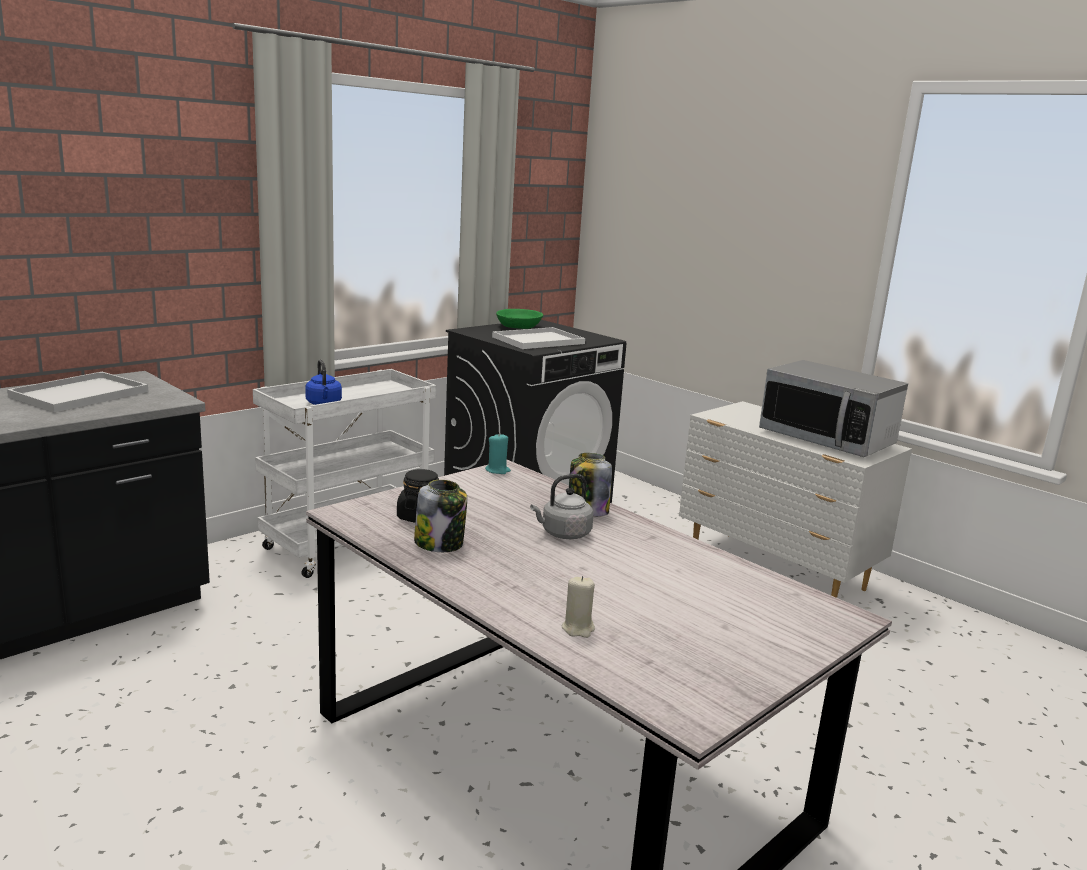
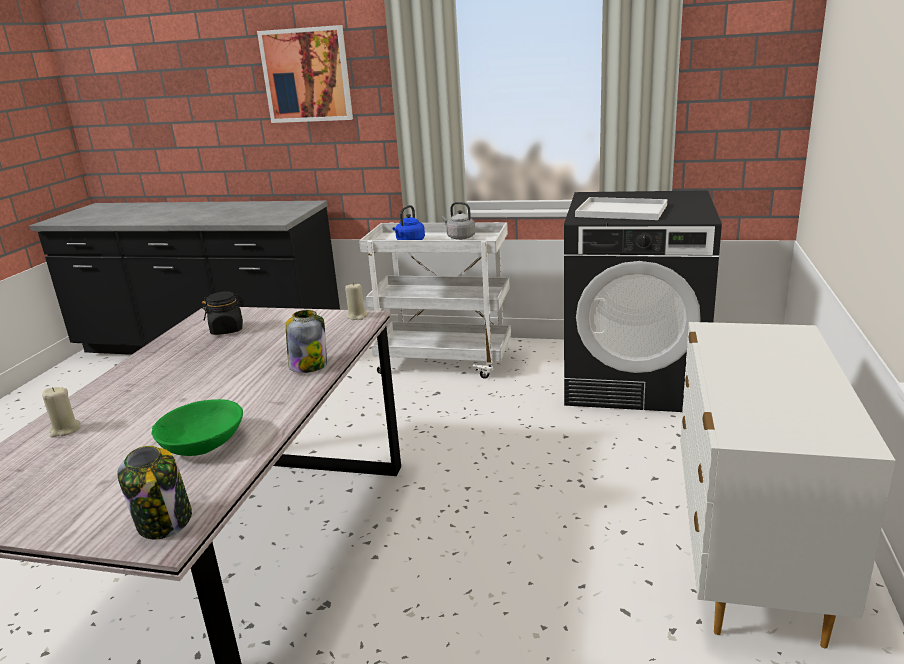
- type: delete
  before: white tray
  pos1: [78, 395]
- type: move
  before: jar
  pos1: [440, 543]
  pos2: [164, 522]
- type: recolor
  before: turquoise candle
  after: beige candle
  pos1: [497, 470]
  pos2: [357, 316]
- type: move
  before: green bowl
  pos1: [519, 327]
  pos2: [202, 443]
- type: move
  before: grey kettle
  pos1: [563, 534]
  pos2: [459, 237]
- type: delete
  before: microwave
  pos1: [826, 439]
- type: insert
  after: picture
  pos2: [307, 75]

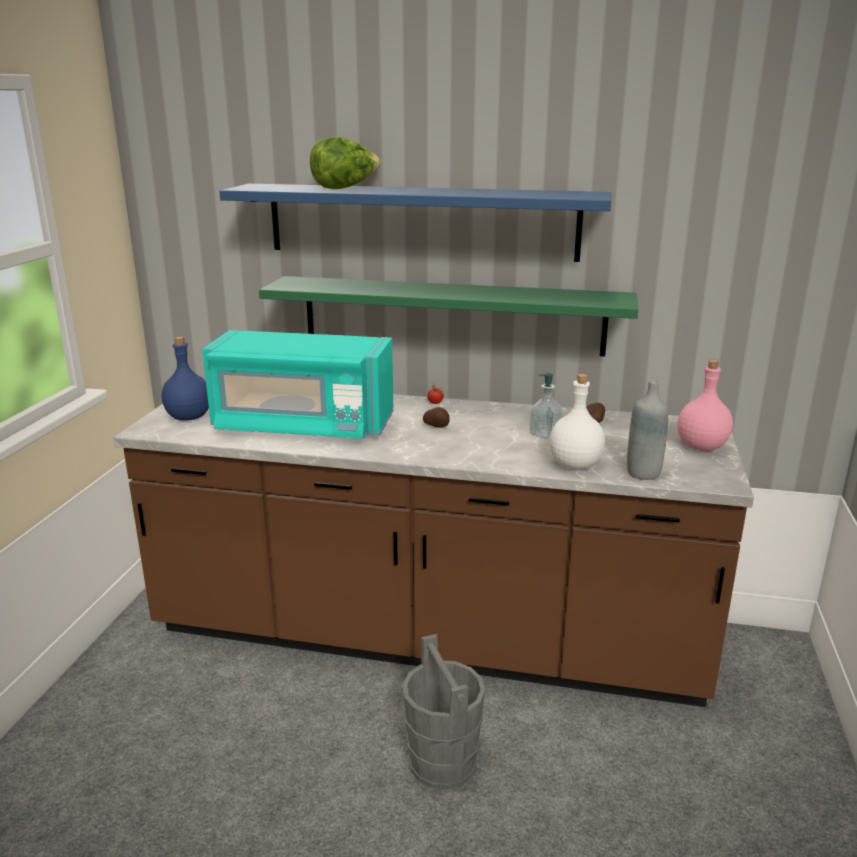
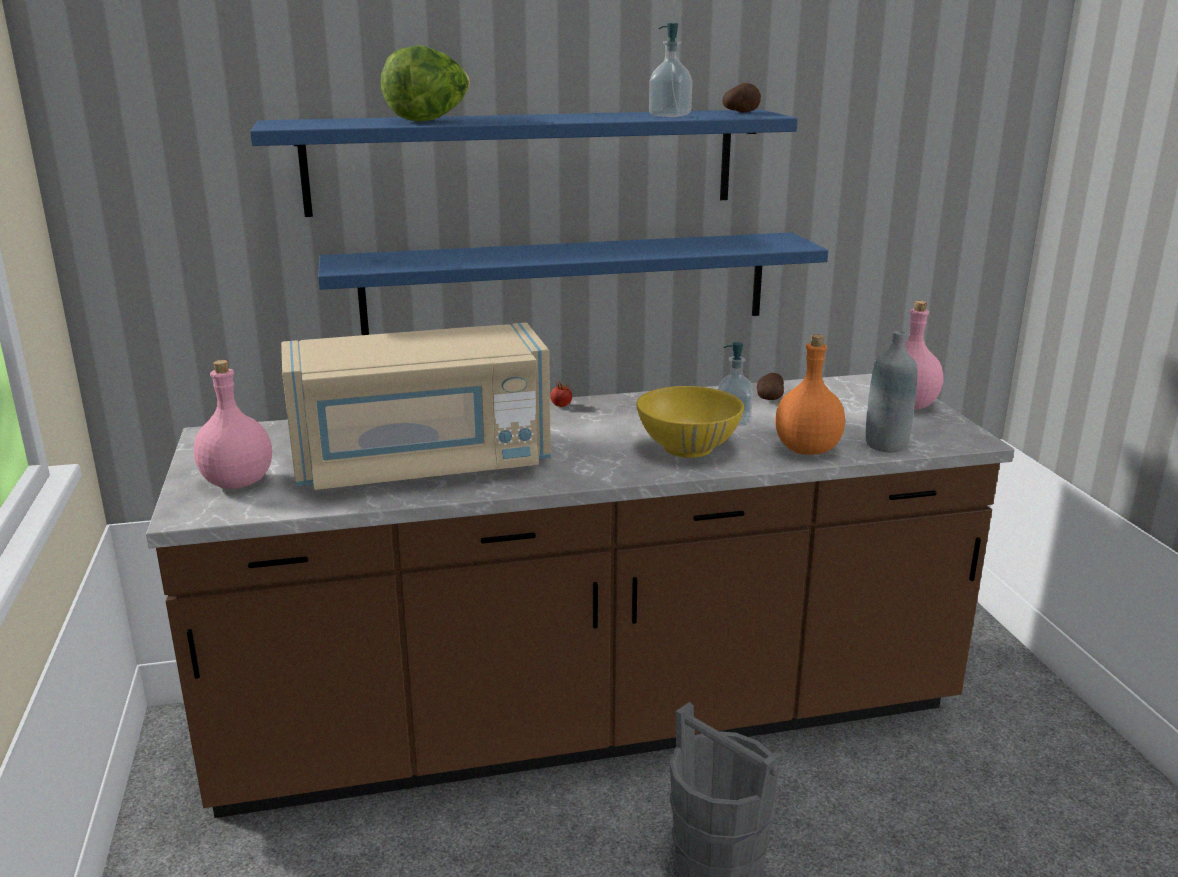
- type: recolor
  before: blue bottle
  after: pink bottle
  pos1: [188, 417]
  pos2: [237, 483]
- type: recolor
  before: turquoise microwave
  after: beige microwave
  pos1: [302, 426]
  pos2: [422, 465]
- type: recolor
  before: green shelf
  after: blue shelf
  pos1: [452, 315]
  pos2: [567, 285]
- type: move
  before: potato
  pos1: [436, 426]
  pos2: [740, 112]
- type: recolor
  before: white bottle
  after: orange bottle
  pos1: [576, 465]
  pos2: [808, 450]
- type: insert
  after: yellow bowl
  pos2: [687, 448]
- type: insert
  after: soap dispenser
  pos2: [669, 115]

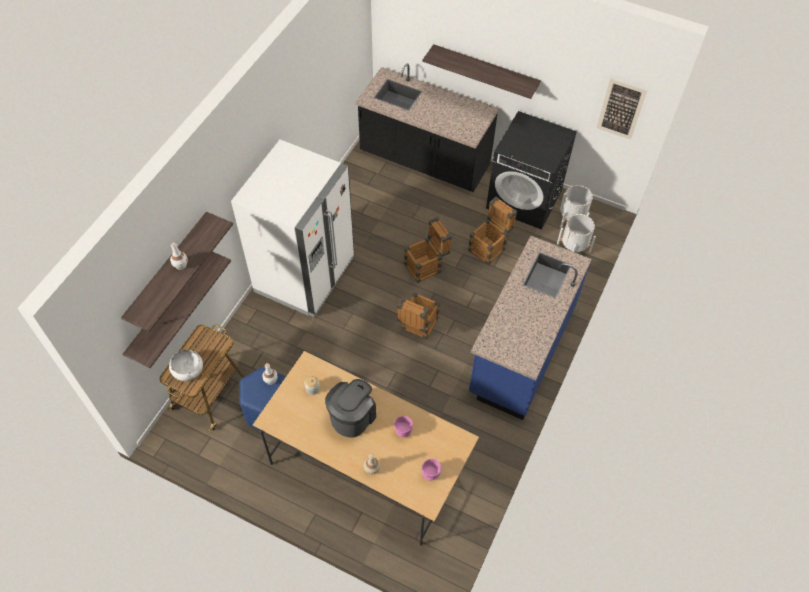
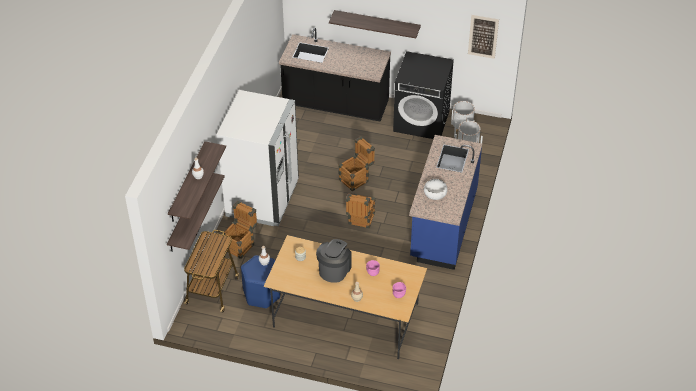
- type: move
  before: white bowl
  pos1: [188, 369]
  pos2: [435, 193]
- type: move
  before: crate
  pos1: [489, 247]
  pos2: [241, 244]

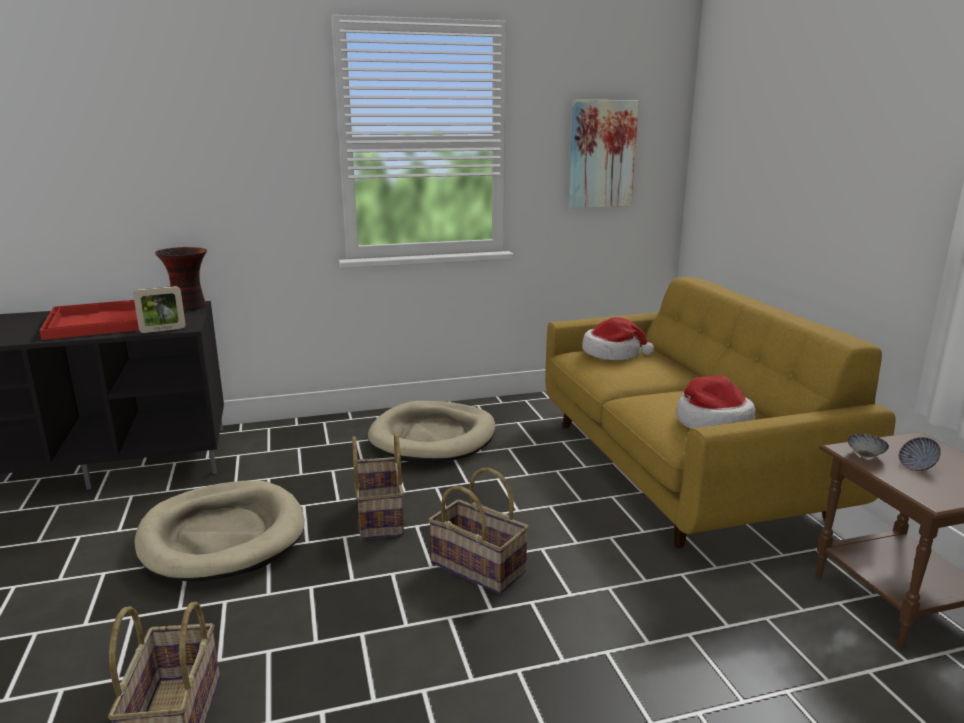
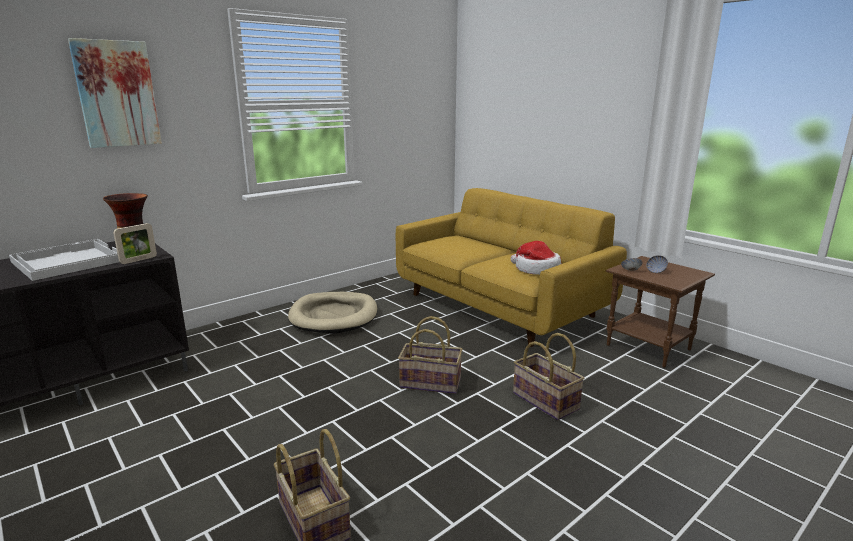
- type: recolor
  before: red tray
  after: white tray
  pos1: [100, 321]
  pos2: [67, 261]
- type: delete
  before: beige dog bed
  pos1: [222, 536]
- type: move
  before: basket
  pos1: [378, 517]
  pos2: [544, 401]
- type: move
  before: picture
  pos1: [601, 154]
  pos2: [117, 94]
- type: delete
  before: hat
  pos1: [613, 353]

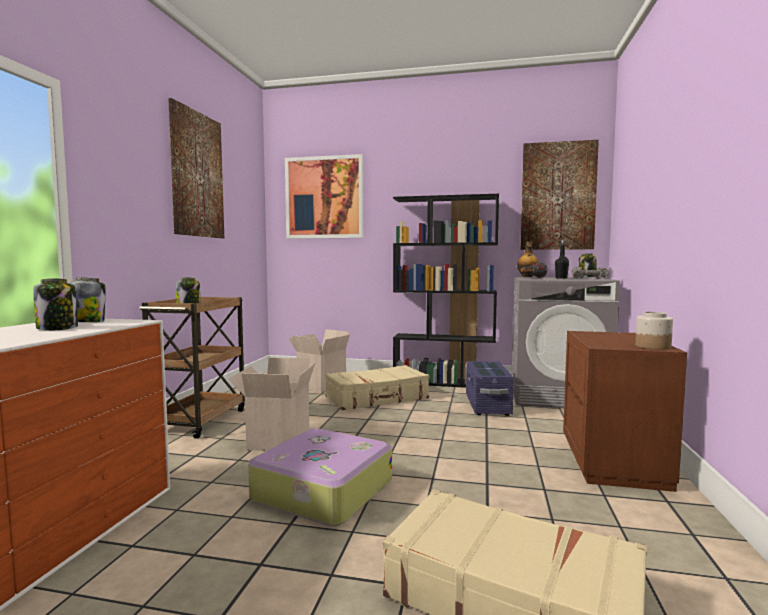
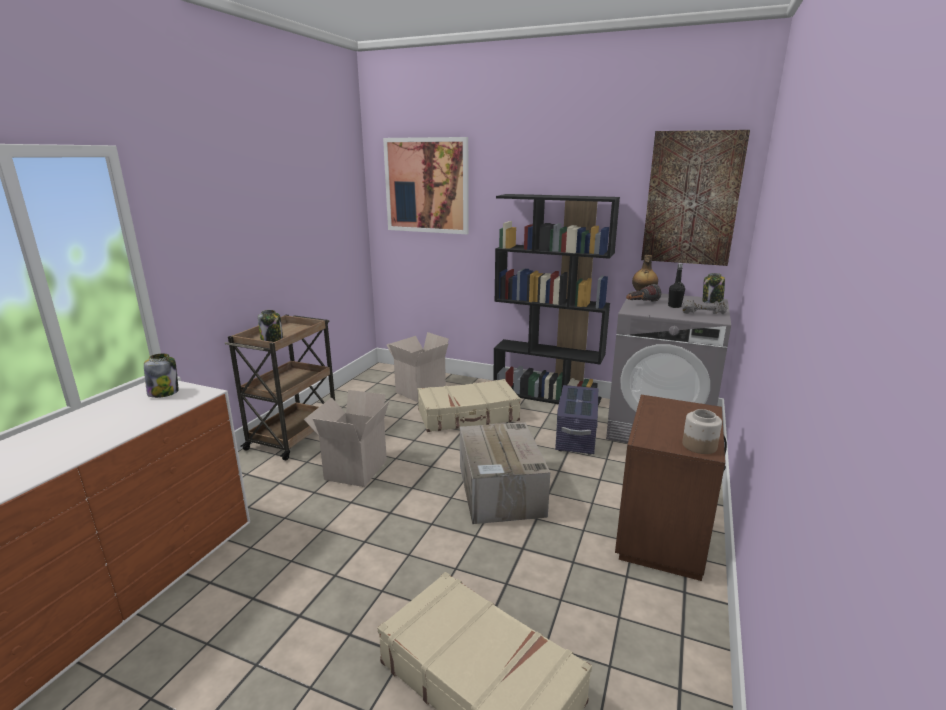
- type: delete
  before: jar
  pos1: [58, 328]
- type: delete
  before: picture
  pos1: [197, 175]
- type: delete
  before: suitcase
  pos1: [321, 491]
- type: insert
  after: cardboard box
  pos2: [501, 491]

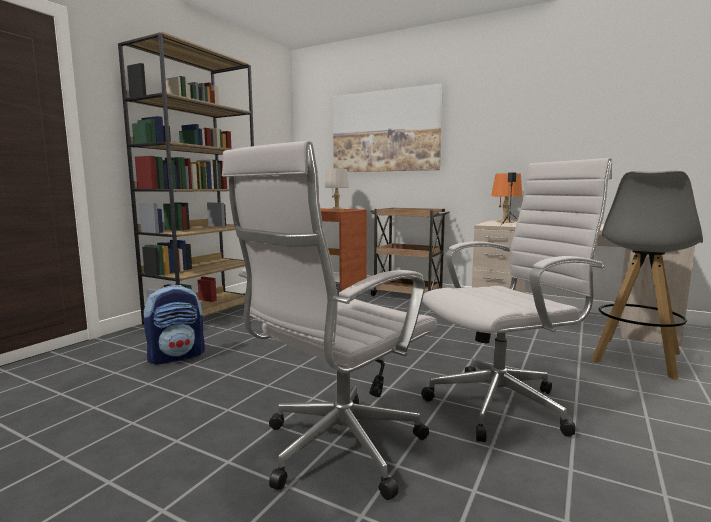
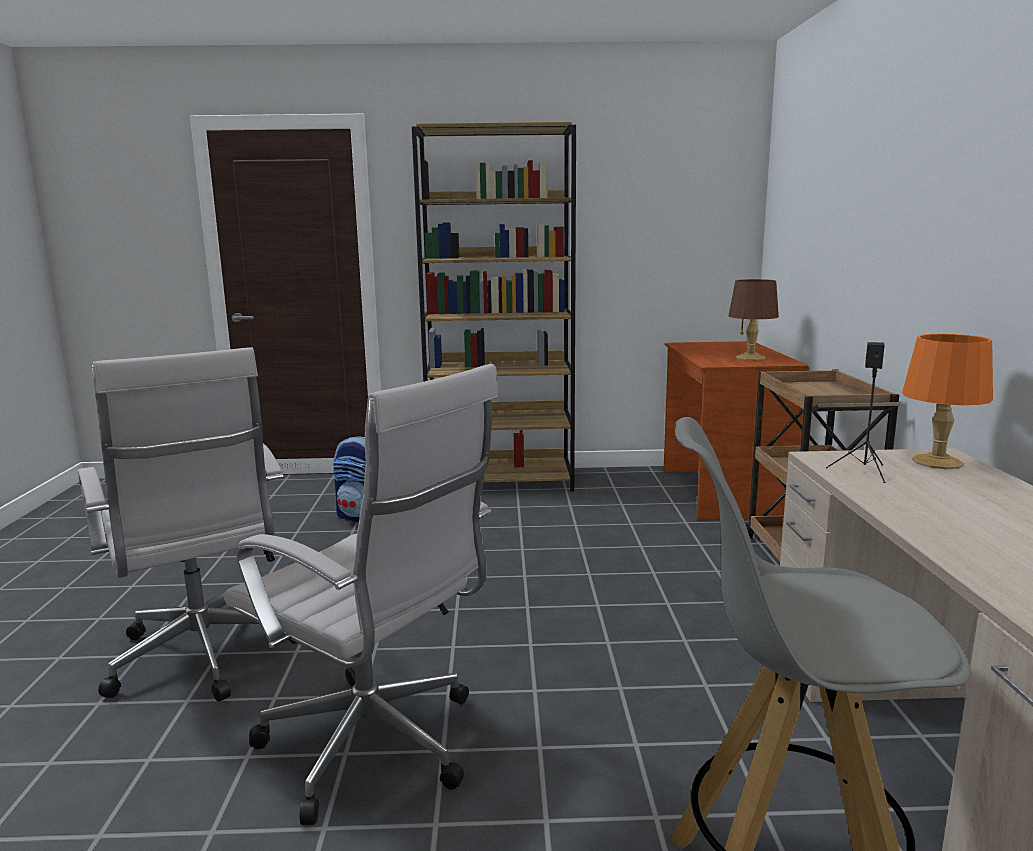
- type: rotate
  before: white office chair
  pos1: [336, 451]
  pos2: [204, 659]
  turn: -135
- type: recolor
  before: grey table lamp
  after: brown table lamp
  pos1: [337, 209]
  pos2: [751, 358]
- type: delete
  before: picture
  pos1: [385, 131]

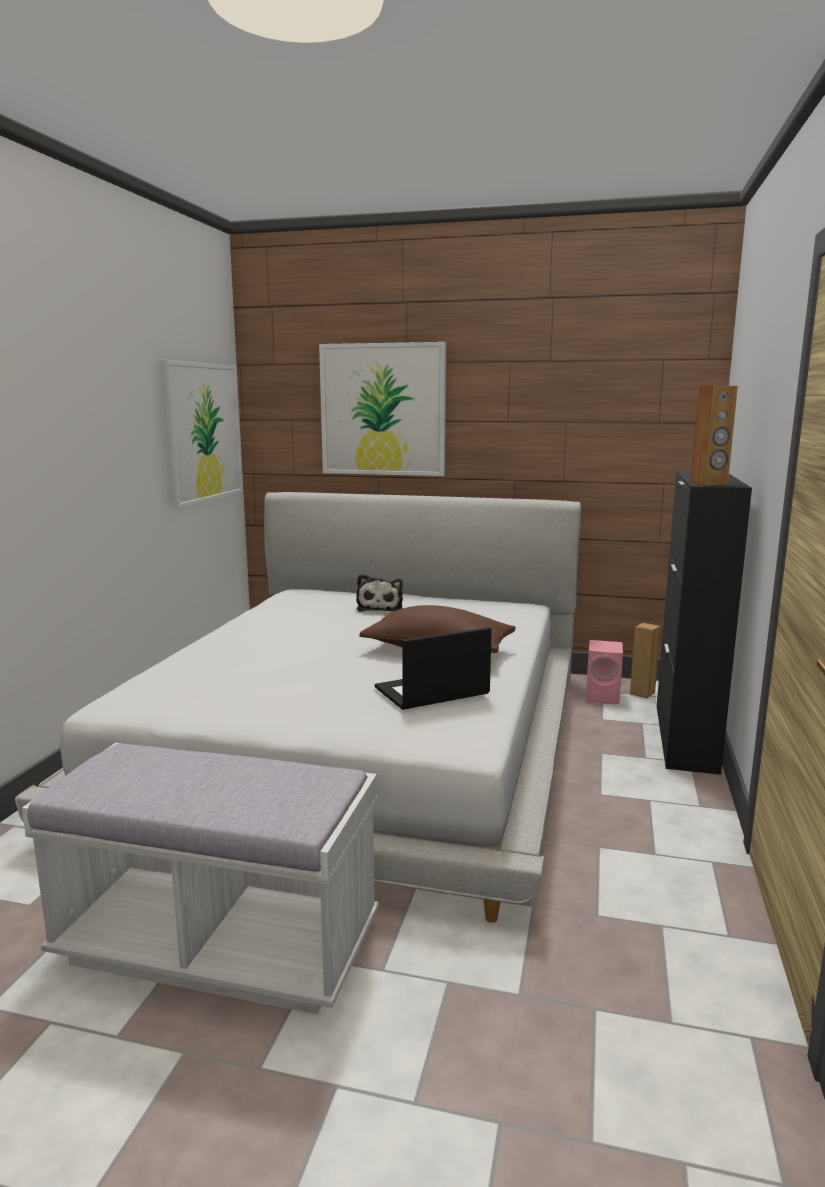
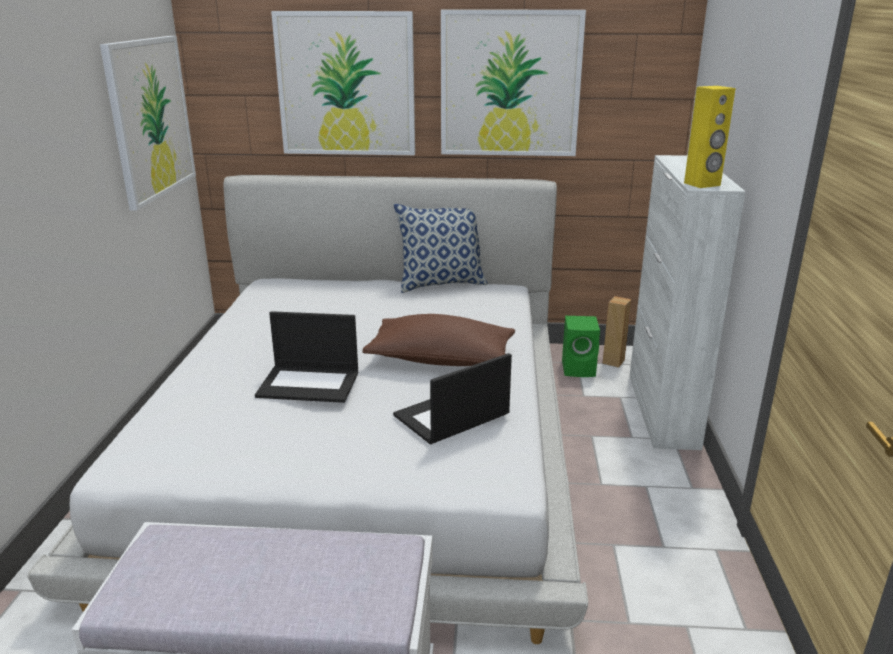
- type: delete
  before: plush toy
  pos1: [380, 607]
- type: recolor
  before: pink speaker
  after: green speaker
  pos1: [604, 697]
  pos2: [580, 369]
- type: recolor
  before: black cabinet
  after: white cabinet
  pos1: [685, 737]
  pos2: [662, 410]
- type: recolor
  before: brown speaker
  after: yellow speaker
  pos1: [709, 483]
  pos2: [702, 184]
- type: insert
  after: laptop
  pos2: [310, 384]
- type: insert
  after: pillow
  pos2: [442, 284]
- type: insert
  after: picture
  pos2: [510, 84]

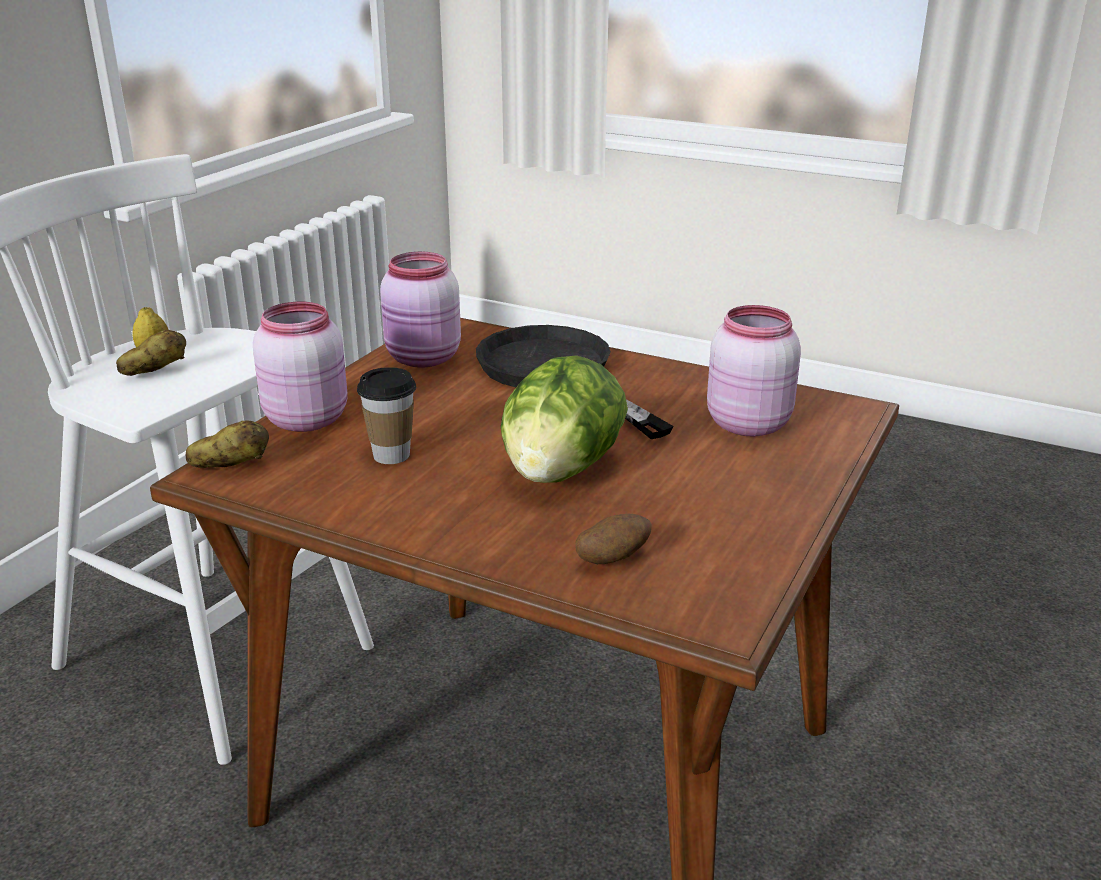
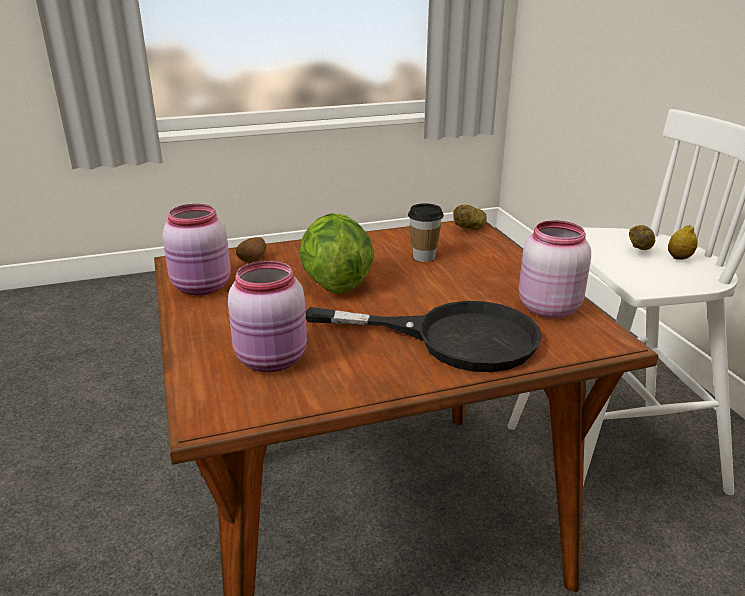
- type: move
  before: pink jar
  pos1: [307, 418]
  pos2: [203, 287]

